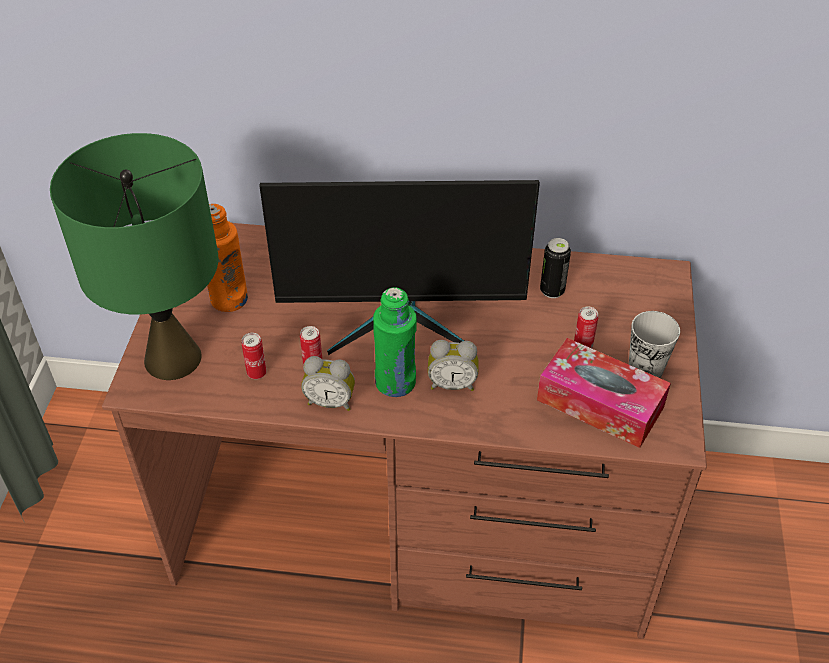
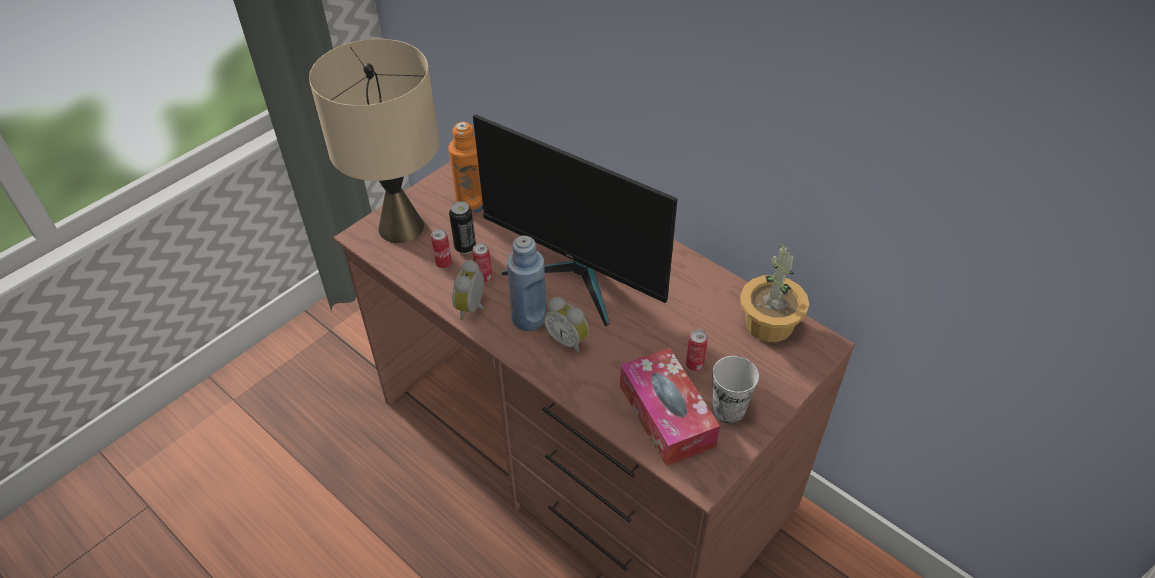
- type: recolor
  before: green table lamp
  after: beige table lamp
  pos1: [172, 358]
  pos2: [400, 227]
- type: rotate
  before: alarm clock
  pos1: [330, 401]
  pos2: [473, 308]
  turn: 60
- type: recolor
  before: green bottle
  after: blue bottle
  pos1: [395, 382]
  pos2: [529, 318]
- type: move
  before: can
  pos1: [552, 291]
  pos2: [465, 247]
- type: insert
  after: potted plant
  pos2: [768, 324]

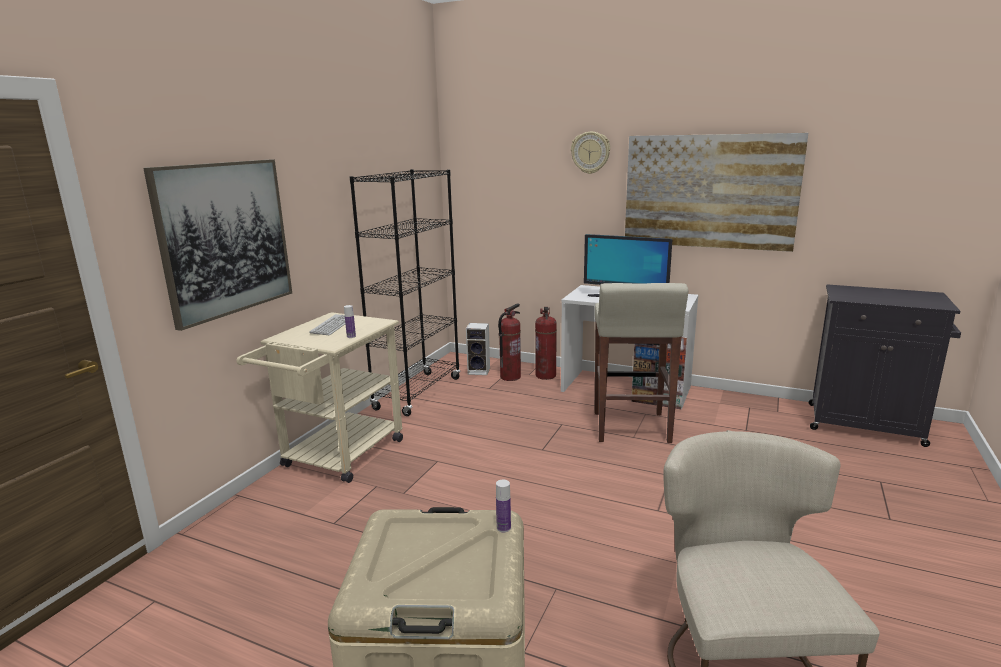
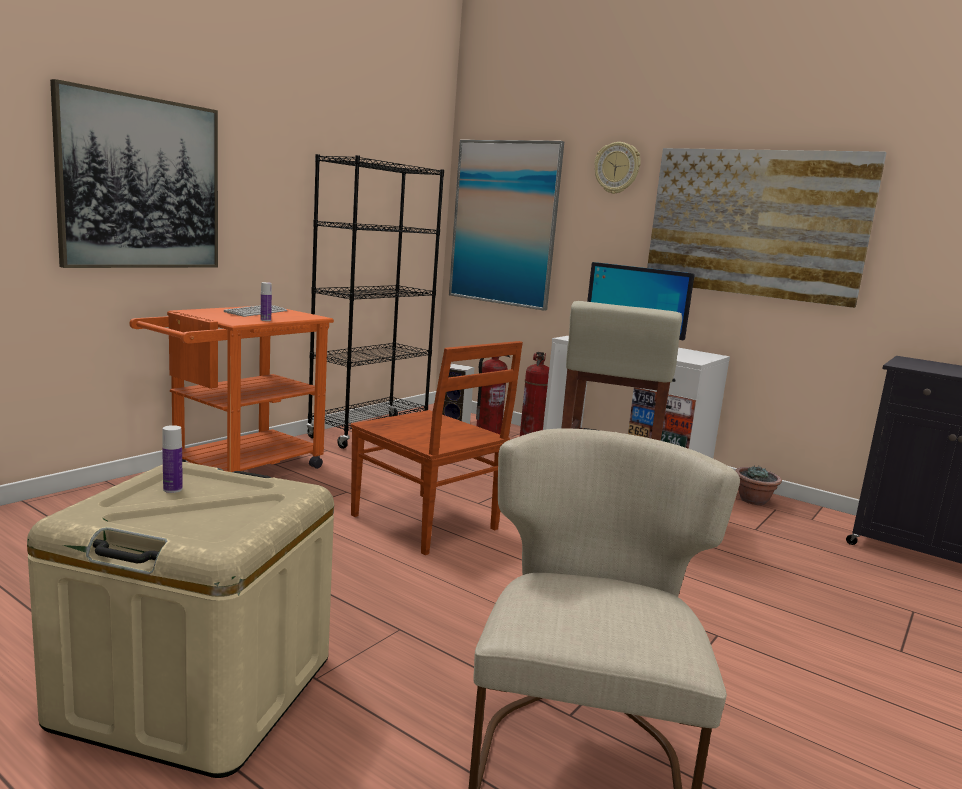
- type: recolor
  before: beige cart
  after: orange cart
  pos1: [337, 458]
  pos2: [237, 470]
- type: move
  before: bottle
  pos1: [503, 528]
  pos2: [172, 489]
- type: insert
  after: brown chair
  pos2: [426, 523]
- type: insert
  after: picture
  pos2: [504, 223]
- type: insert
  after: potted plant
  pos2: [753, 501]

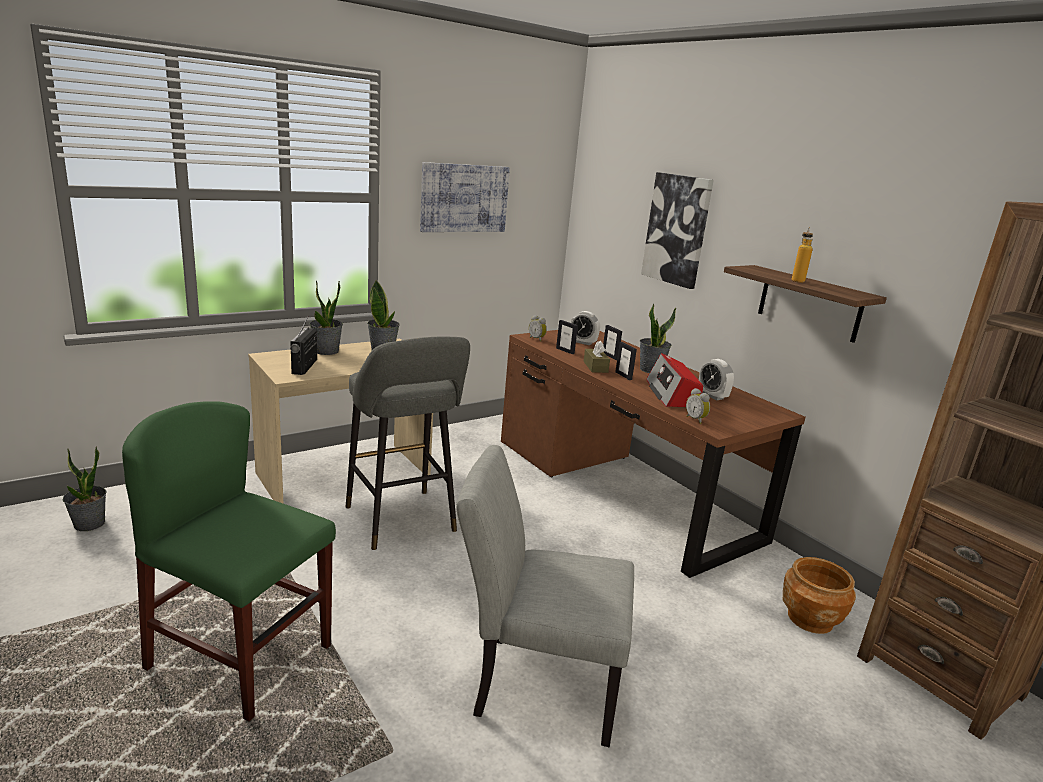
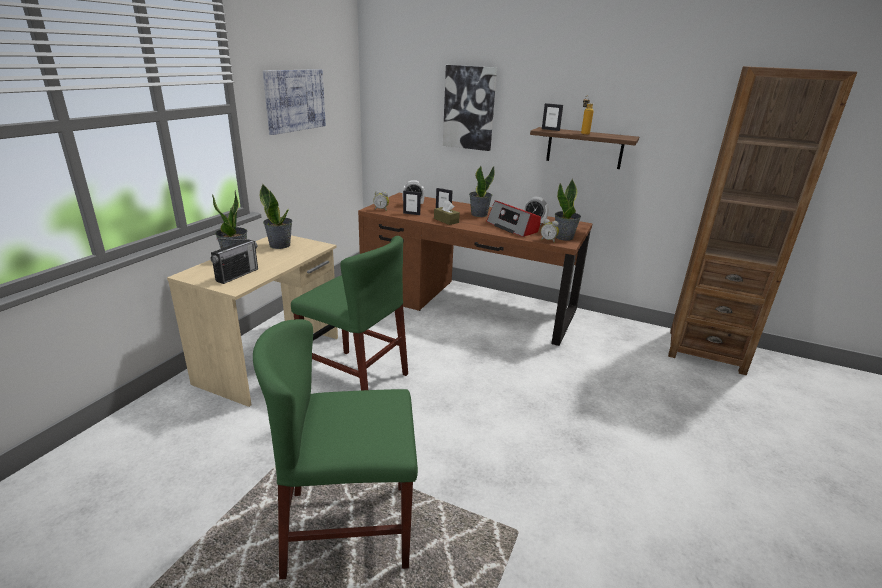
- type: move
  before: potted plant
  pos1: [89, 524]
  pos2: [564, 237]
- type: rotate
  before: radio
  pos1: [304, 367]
  pos2: [237, 275]
  turn: -120
- type: replace
  before: grey stool
  after: green chair
  pos1: [403, 522]
  pos2: [355, 378]
- type: delete
  before: grey chair
  pos1: [534, 684]
- type: move
  before: picture frame
  pos1: [623, 376]
  pos2: [550, 129]
- type: delete
  before: brown planter
  pos1: [810, 618]

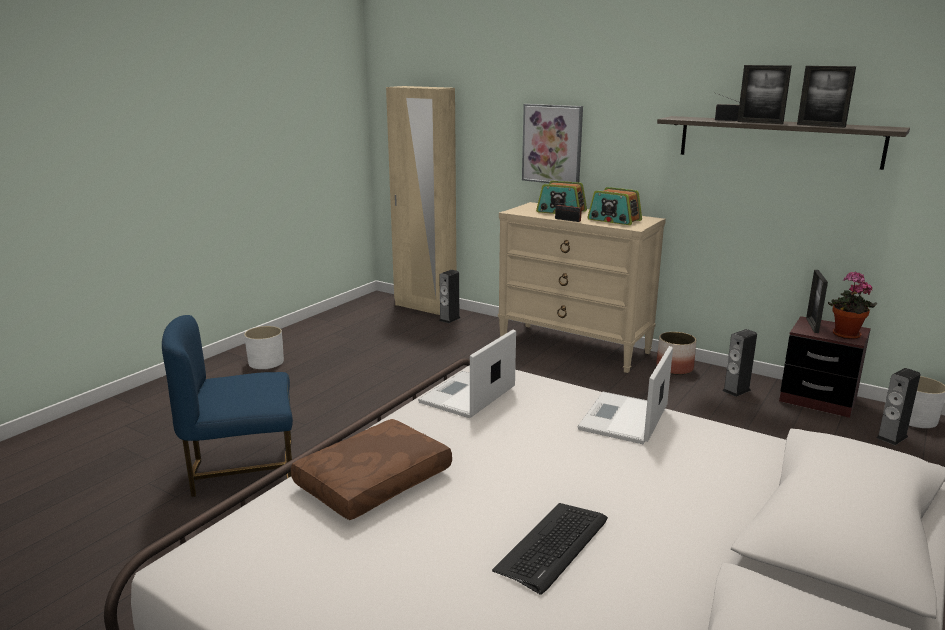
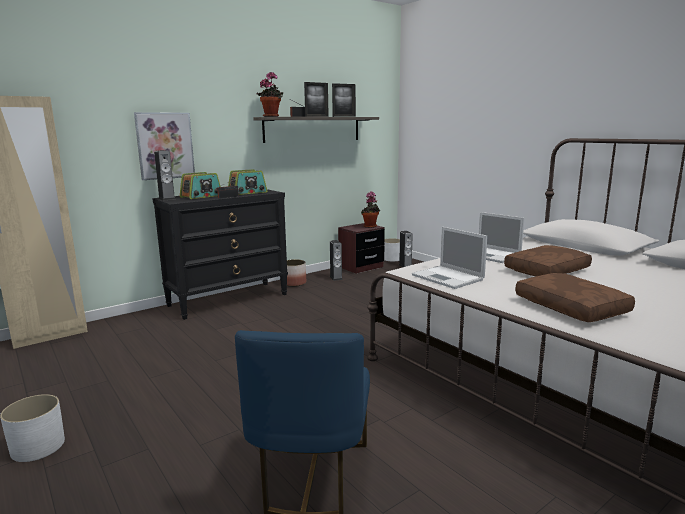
- type: move
  before: speaker
  pos1: [449, 319]
  pos2: [166, 198]
- type: delete
  before: keyboard
  pos1: [553, 546]
- type: recolor
  before: beige dresser
  after: black dresser
  pos1: [574, 347]
  pos2: [229, 299]
- type: delete
  before: picture frame
  pos1: [812, 325]
- type: insert
  after: potted plant
  pos2: [272, 116]
- type: insert
  after: brown pillow
  pos2: [547, 271]

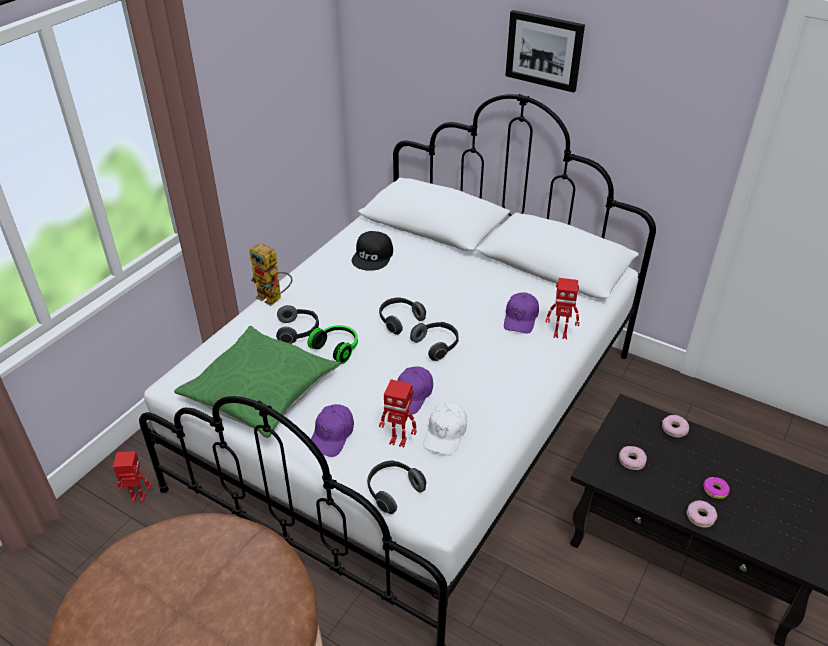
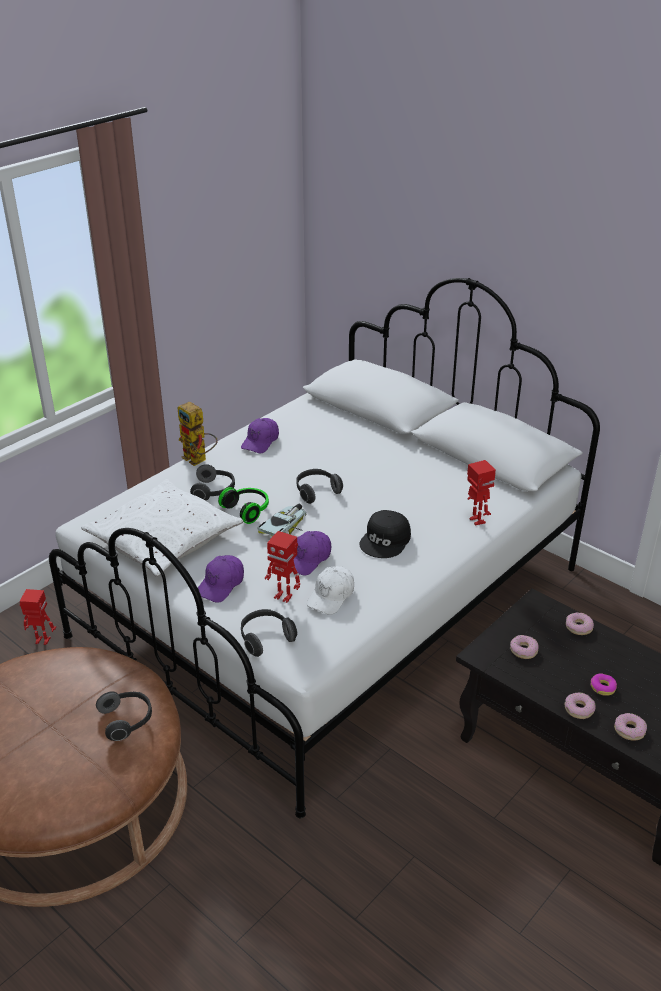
- type: recolor
  before: green pillow
  after: white pillow
  pos1: [260, 390]
  pos2: [164, 538]
- type: move
  before: black cap
  pos1: [373, 256]
  pos2: [386, 540]
- type: move
  before: headphones
  pos1: [437, 345]
  pos2: [127, 720]
- type: move
  before: purple cap
  pos1: [521, 318]
  pos2: [261, 441]
- type: delete
  before: picture
  pos1: [544, 50]
- type: rotate
  before: toy robot
  pos1: [560, 334]
  pos2: [476, 521]
  turn: -135
- type: insert
  after: toy car
  pos2: [285, 525]
- type: insert
  after: donut
  pos2: [629, 730]

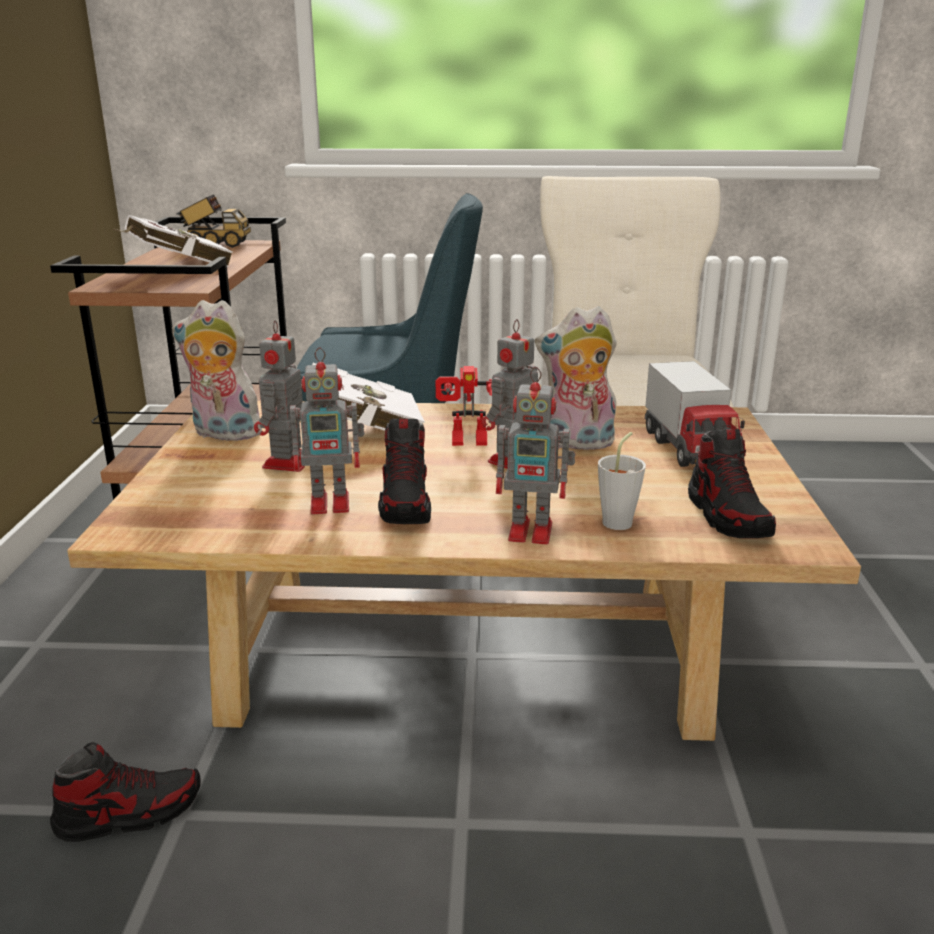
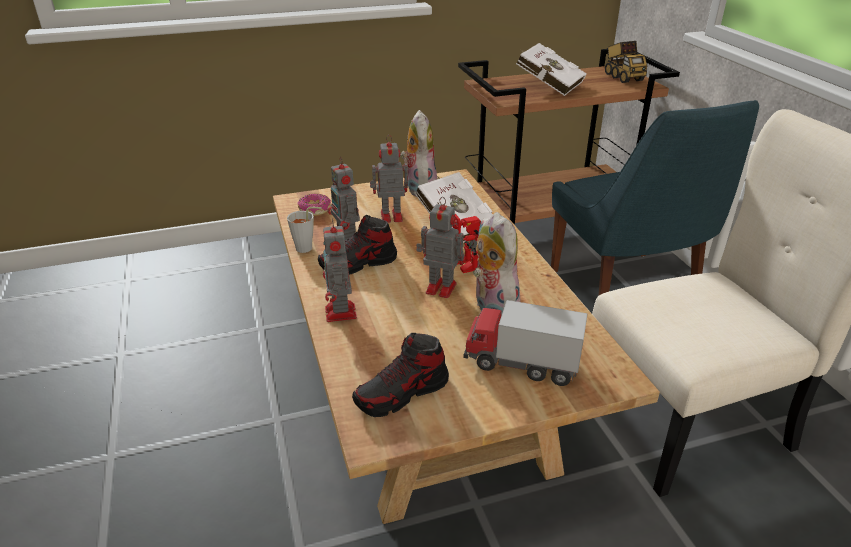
- type: delete
  before: shoe
  pos1: [129, 813]
- type: move
  before: grey cup
  pos1: [620, 520]
  pos2: [307, 249]
- type: rotate
  before: toy truck
  pos1: [688, 449]
  pos2: [521, 363]
  turn: 45
- type: insert
  after: donut
  pos2: [314, 210]

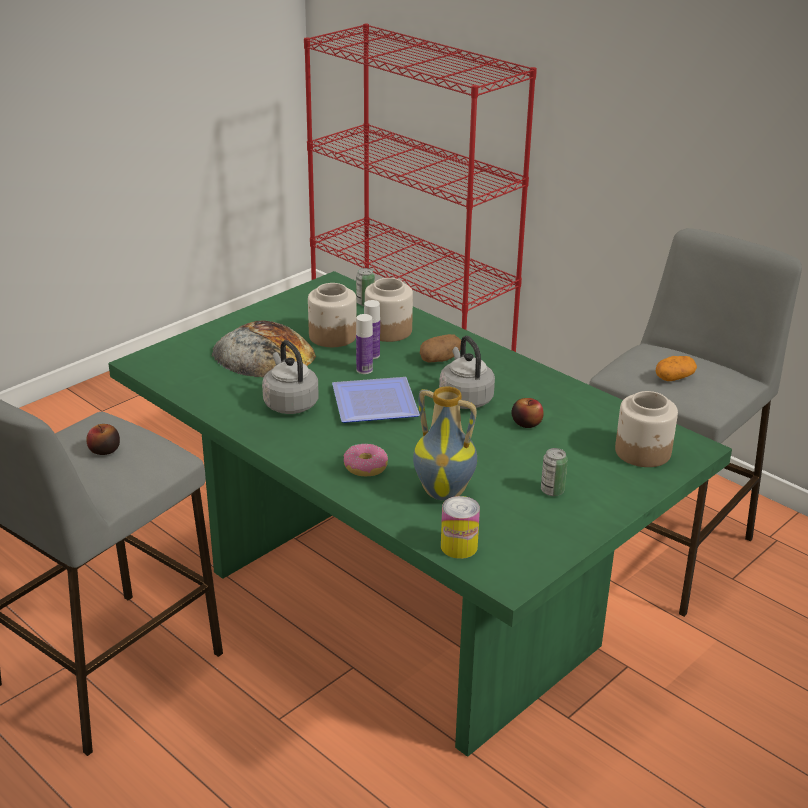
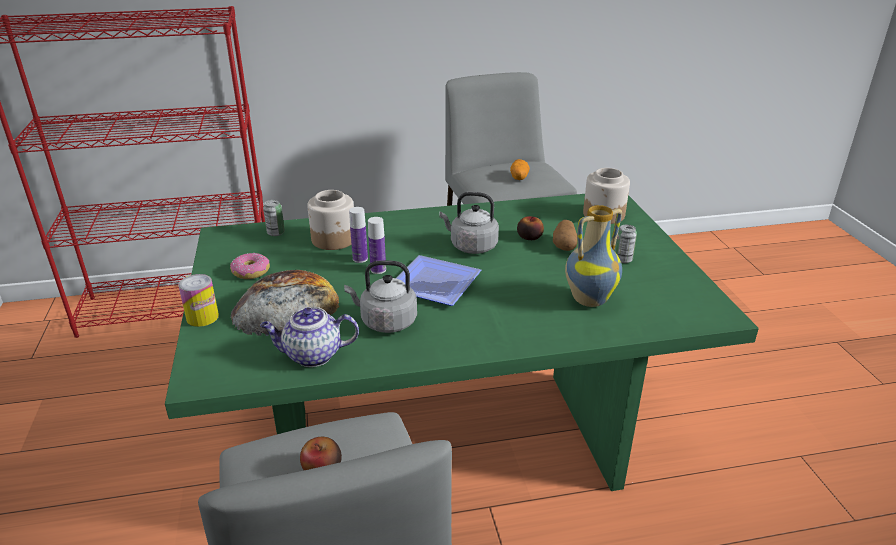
- type: delete
  before: jar
  pos1: [332, 336]
- type: move
  before: donut
  pos1: [365, 467]
  pos2: [250, 272]
- type: move
  before: potato
  pos1: [440, 359]
  pos2: [564, 245]
- type: move
  before: can
  pos1: [459, 547]
  pos2: [202, 317]
- type: insert
  after: teapot
  pos2: [312, 355]

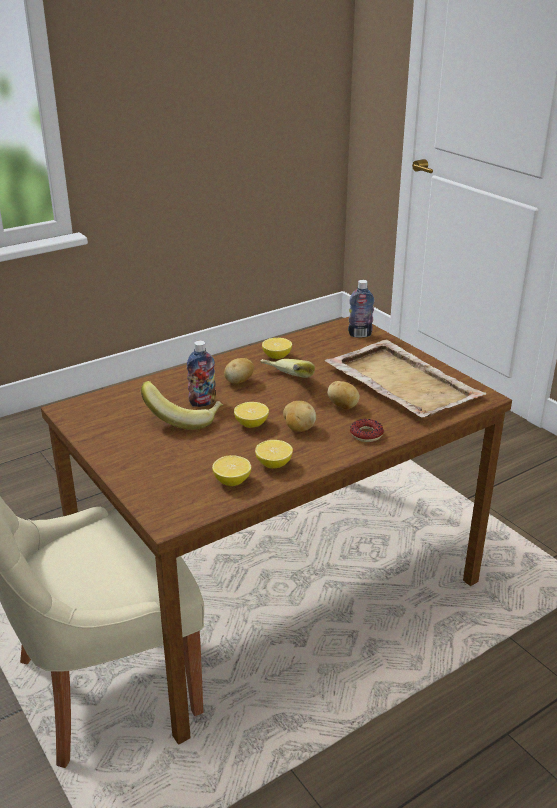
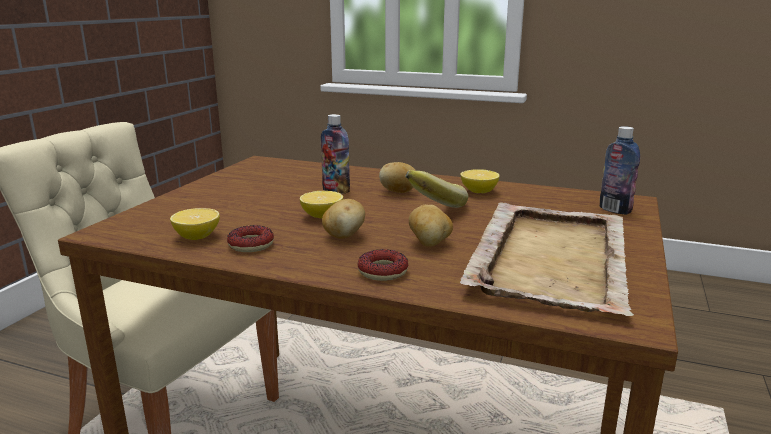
- type: delete
  before: banana
  pos1: [184, 419]
- type: replace
  before: lemon
  after: donut
  pos1: [274, 464]
  pos2: [251, 245]

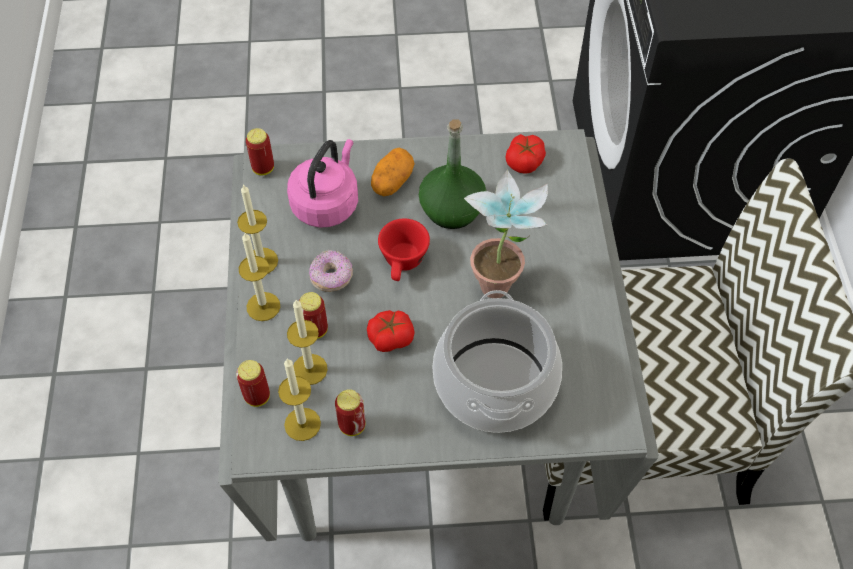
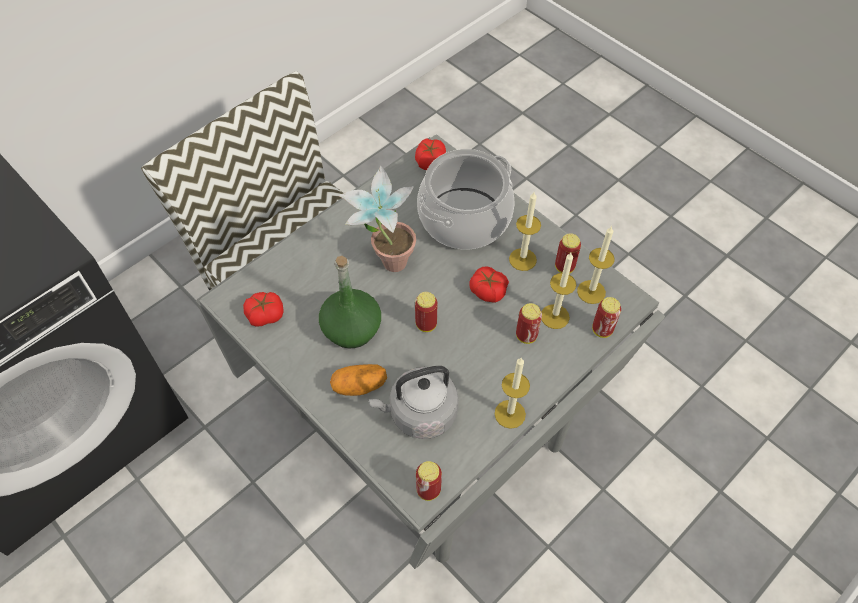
- type: move
  before: candle
  pos1: [263, 306]
  pos2: [522, 259]
- type: recolor
  before: pink kettle
  after: grey kettle
  pos1: [327, 203]
  pos2: [419, 413]
- type: delete
  before: donut
  pos1: [331, 277]
- type: replace
  before: red cup
  after: can
  pos1: [403, 264]
  pos2: [426, 324]
- type: insert
  after: tomato
  pos2: [430, 161]

